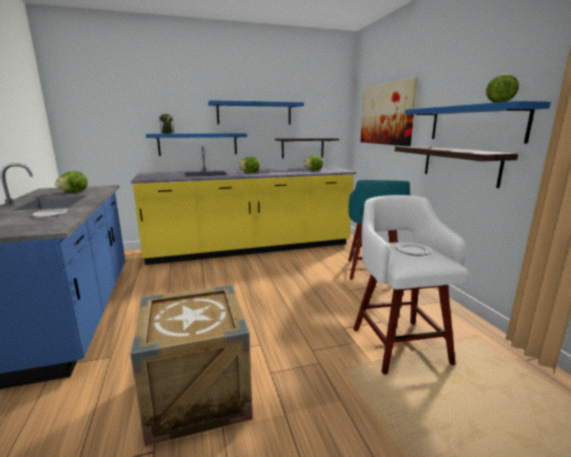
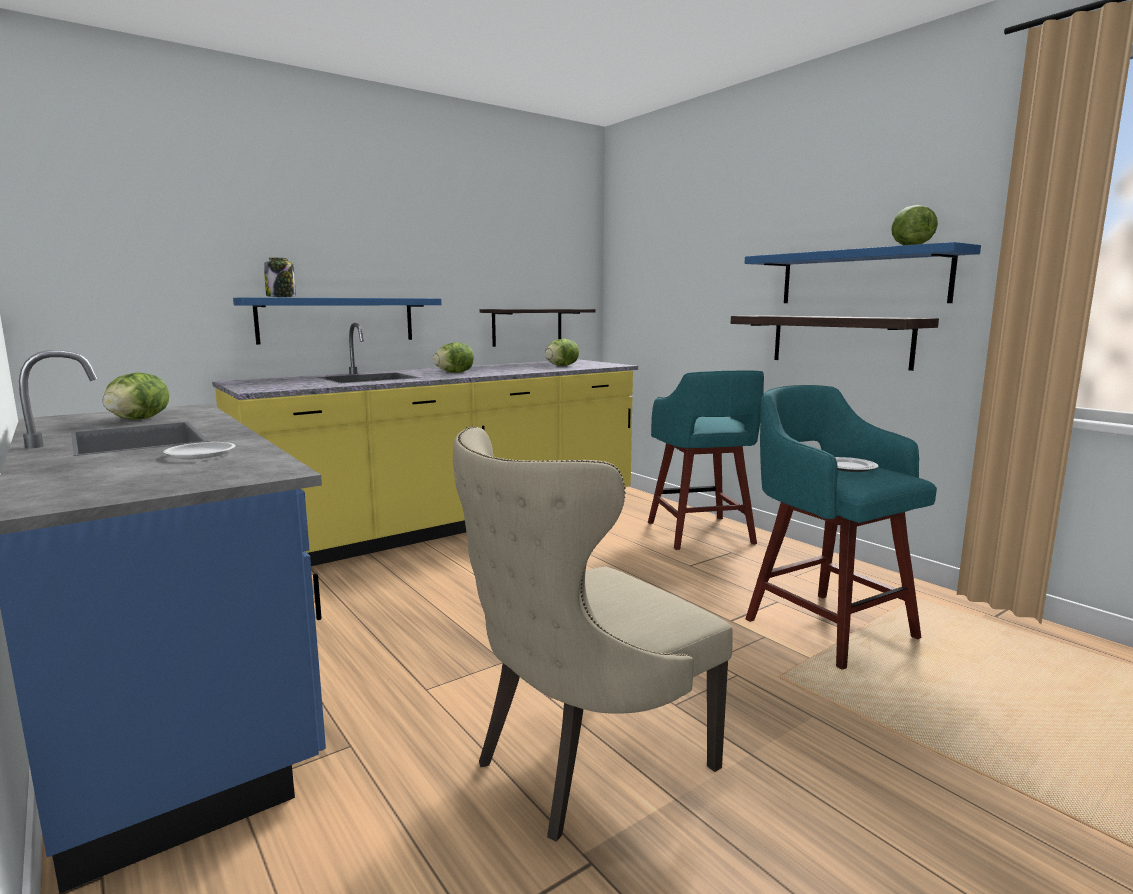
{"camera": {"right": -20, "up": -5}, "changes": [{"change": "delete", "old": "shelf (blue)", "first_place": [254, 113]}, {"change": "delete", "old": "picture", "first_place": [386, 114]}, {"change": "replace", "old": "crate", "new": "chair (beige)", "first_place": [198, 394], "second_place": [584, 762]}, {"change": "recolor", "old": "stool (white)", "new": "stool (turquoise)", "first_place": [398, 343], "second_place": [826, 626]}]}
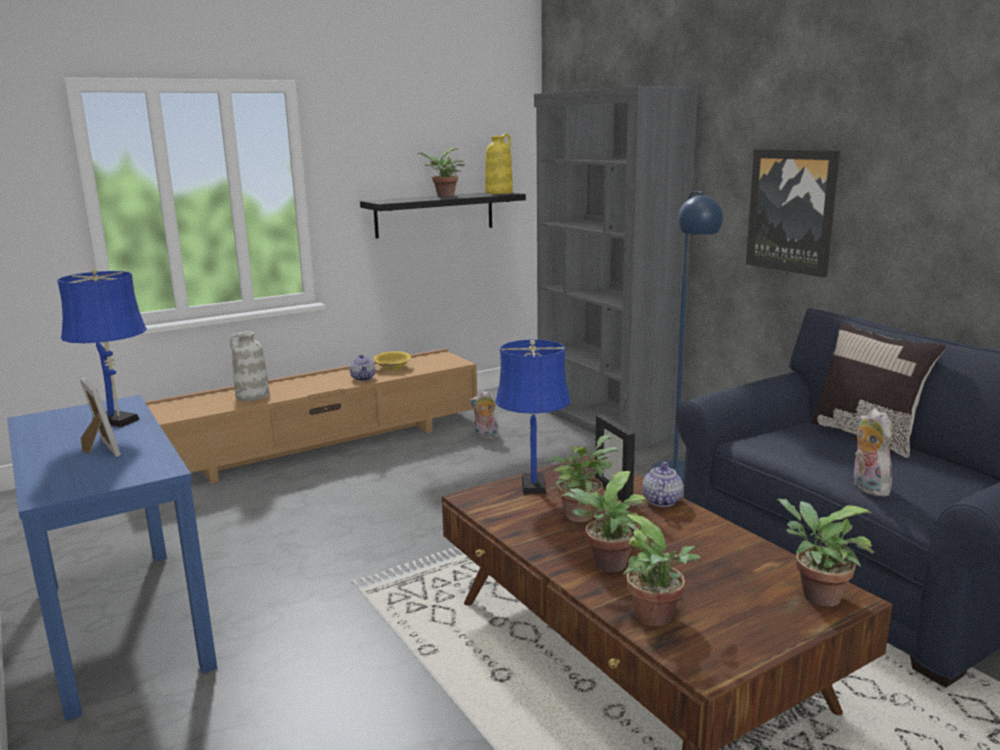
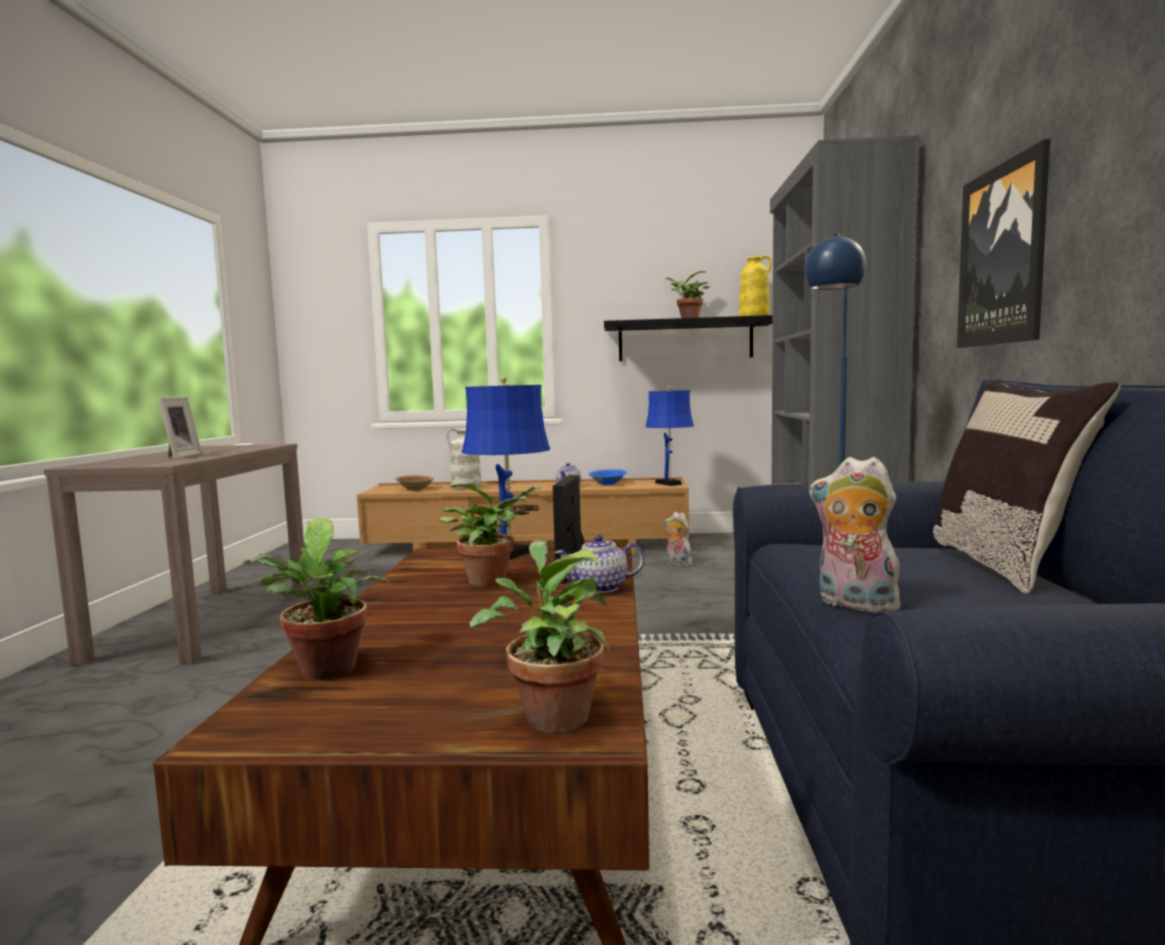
{"camera": {"right": 35, "up": -10}, "changes": [{"change": "delete", "old": "potted plant", "first_place": [607, 565]}, {"change": "insert", "new": "bowl (brown)", "second_place": [415, 489]}, {"change": "move", "old": "table lamp (blue)", "first_place": [119, 421], "second_place": [670, 484]}, {"change": "recolor", "old": "console table (blue)", "new": "console table (brown)", "first_place": [122, 623], "second_place": [207, 621]}, {"change": "recolor", "old": "bowl (yellow)", "new": "bowl (blue)", "first_place": [392, 368], "second_place": [608, 484]}, {"change": "rotate", "old": "teapot", "first_place": [661, 501], "second_place": [600, 588], "degrees": -150}, {"change": "rotate", "old": "plush toy", "first_place": [867, 487], "second_place": [853, 605], "degrees": -75}]}
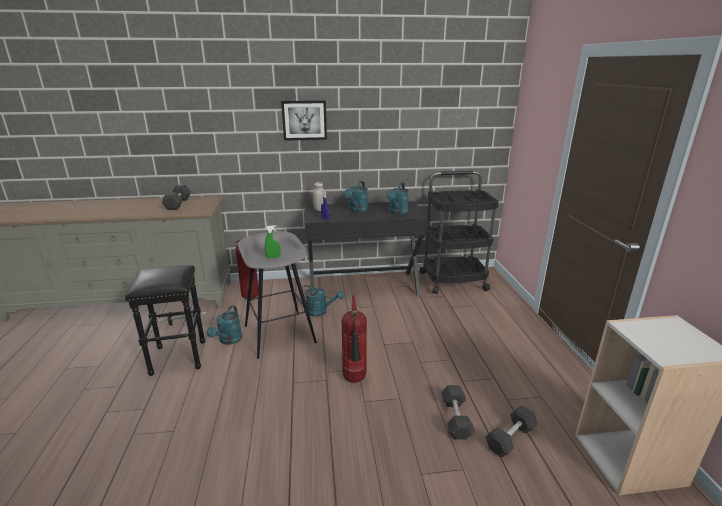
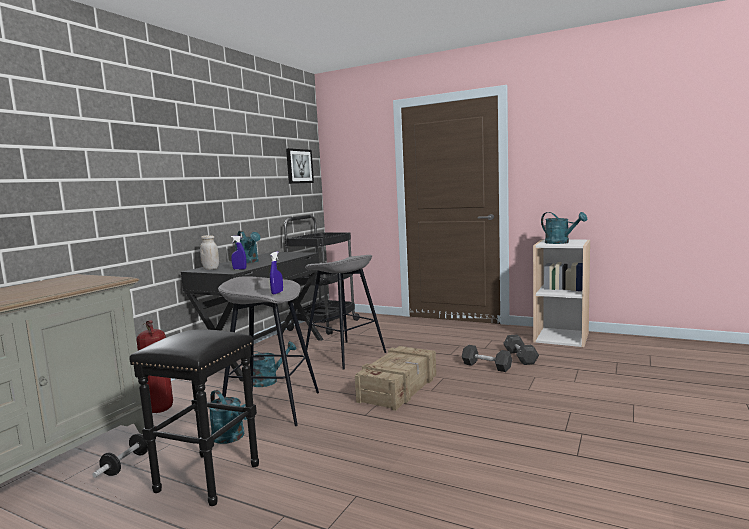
{"camera": {"right": -55, "up": -15}, "changes": [{"change": "delete", "old": "dumbbell (grey)", "first_place": [178, 204]}, {"change": "insert", "new": "stool (grey)", "second_place": [345, 354]}, {"change": "move", "old": "picture", "first_place": [304, 120], "second_place": [299, 166]}, {"change": "move", "old": "watering can (turquoise)", "first_place": [397, 212], "second_place": [561, 242]}, {"change": "replace", "old": "fire extinguisher", "new": "crate", "first_place": [355, 380], "second_place": [399, 388]}, {"change": "recolor", "old": "spray bottle (green)", "new": "spray bottle (blue)", "first_place": [273, 257], "second_place": [277, 293]}]}
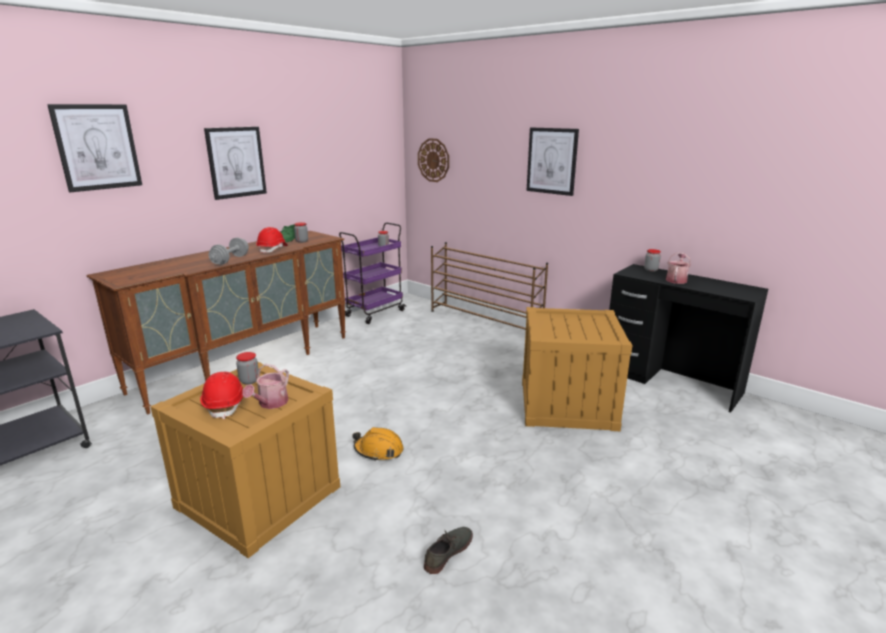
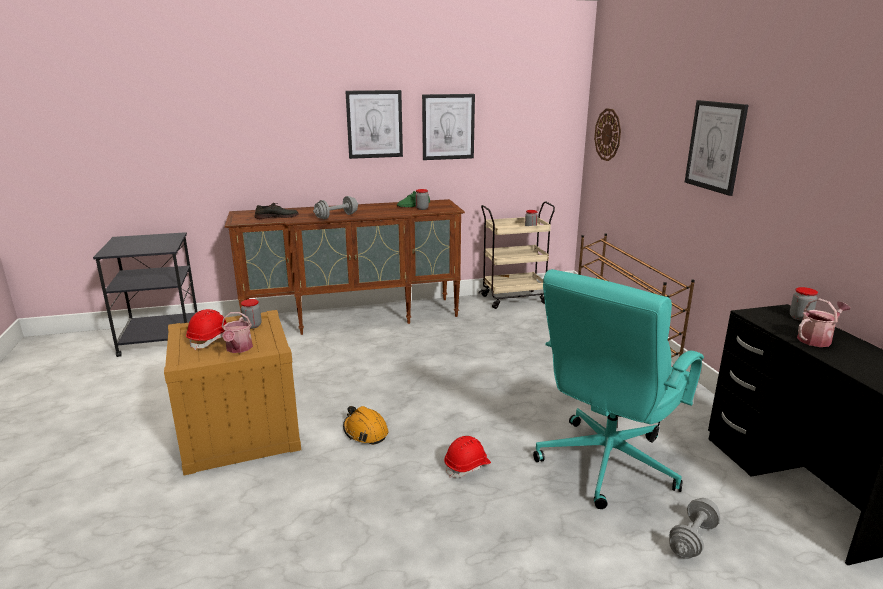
{"camera": {"right": 35, "up": 0}, "changes": [{"change": "insert", "new": "dumbbell (grey)", "second_place": [692, 539]}, {"change": "move", "old": "picture", "first_place": [97, 147], "second_place": [448, 127]}, {"change": "move", "old": "hard hat (red)", "first_place": [272, 249], "second_place": [467, 466]}, {"change": "move", "old": "shoe (grey)", "first_place": [448, 551], "second_place": [276, 216]}, {"change": "replace", "old": "crate", "new": "office chair (turquoise)", "first_place": [567, 405], "second_place": [608, 461]}, {"change": "recolor", "old": "cart (purple)", "new": "cart (beige)", "first_place": [375, 313], "second_place": [514, 299]}, {"change": "rotate", "old": "watering can", "first_place": [270, 404], "second_place": [238, 349], "degrees": -60}]}
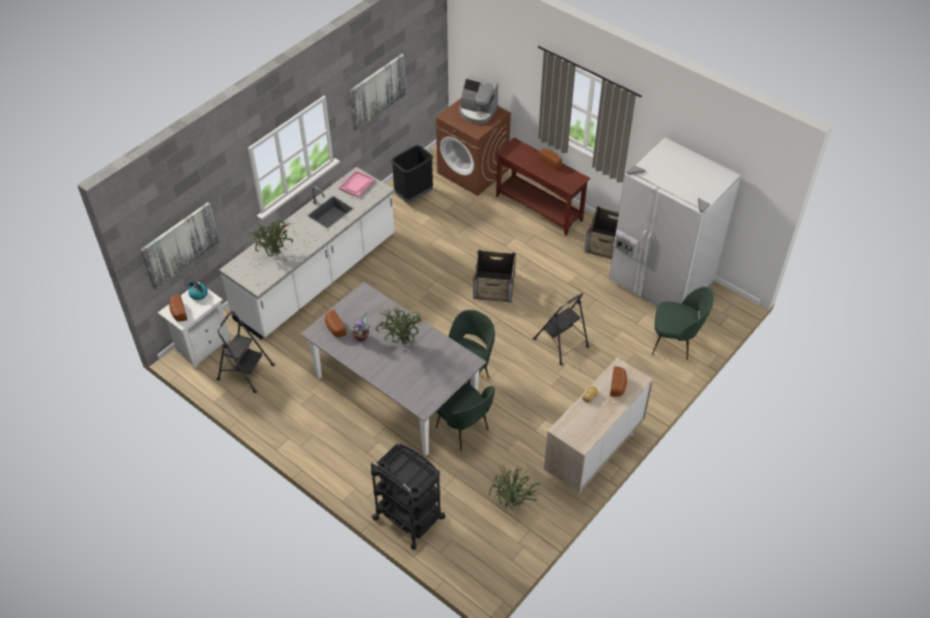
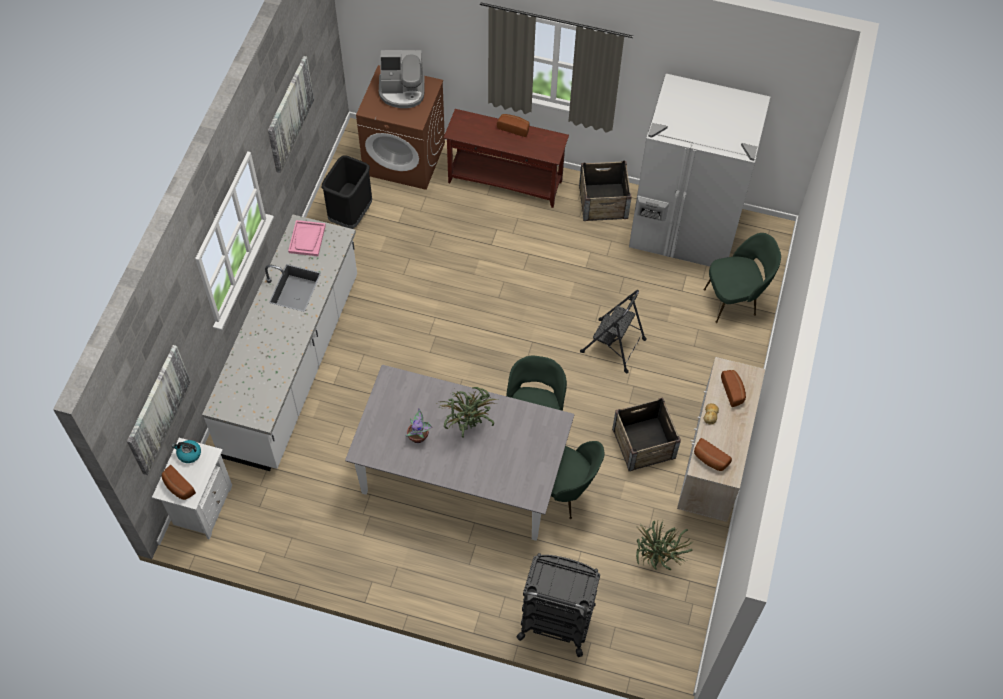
{"camera": {"right": -25, "up": 10}, "changes": [{"change": "delete", "old": "step ladder (black)", "first_place": [244, 371]}, {"change": "delete", "old": "potted plant", "first_place": [274, 255]}, {"change": "move", "old": "bread", "first_place": [334, 328], "second_place": [709, 460]}, {"change": "move", "old": "crate", "first_place": [494, 286], "second_place": [644, 443]}]}
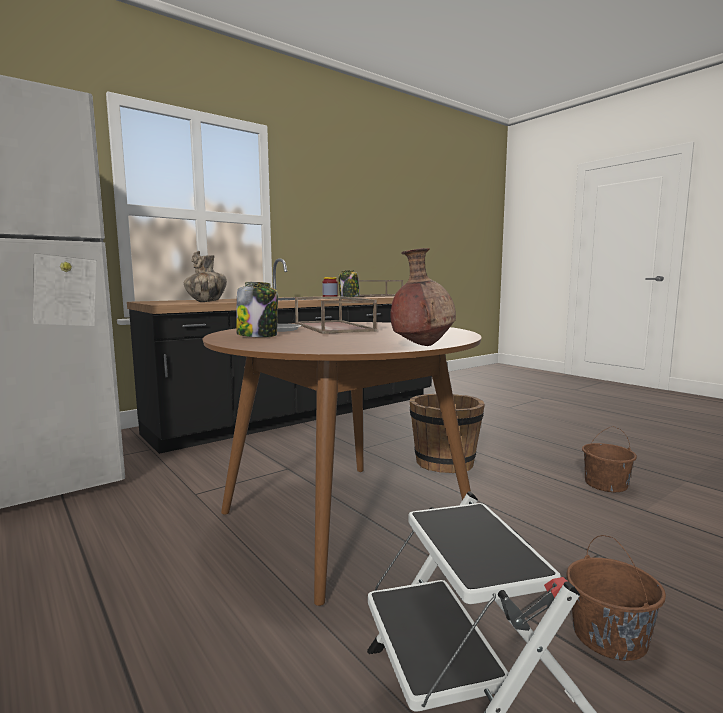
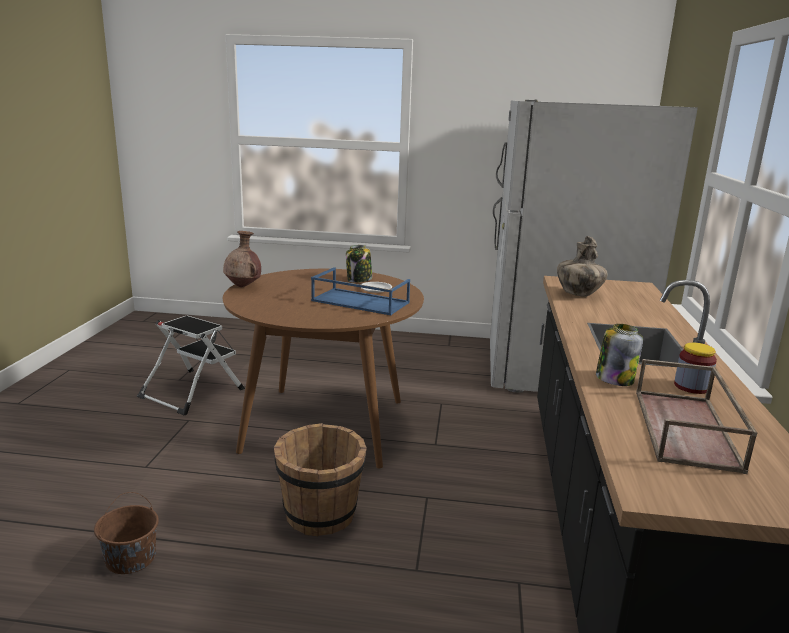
{"camera": {"right": 135, "up": 10}, "changes": [{"change": "delete", "old": "bucket (brown)", "first_place": [609, 637]}, {"change": "recolor", "old": "tray (brown)", "new": "tray (blue)", "first_place": [334, 327], "second_place": [359, 302]}]}
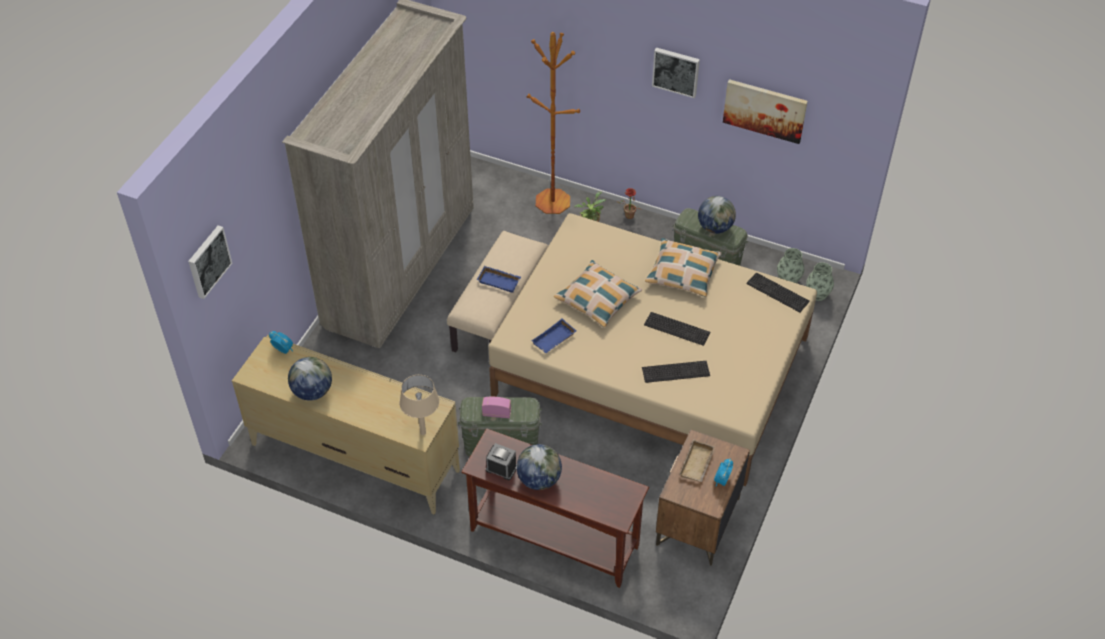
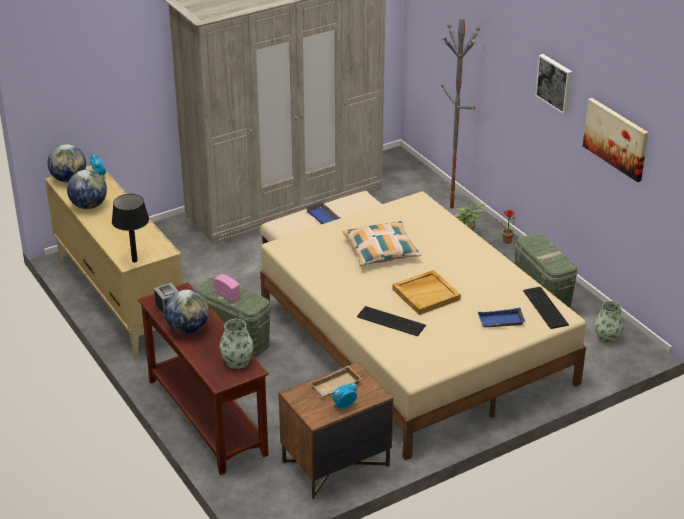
{"camera": {"right": 35, "up": -15}, "changes": [{"change": "delete", "old": "picture", "first_place": [208, 261]}, {"change": "delete", "old": "pillow", "first_place": [682, 273]}, {"change": "move", "old": "tray (blue)", "first_place": [554, 340], "second_place": [500, 322]}, {"change": "move", "old": "globe", "first_place": [715, 227], "second_place": [69, 179]}, {"change": "move", "old": "vase", "first_place": [817, 293], "second_place": [237, 361]}, {"change": "replace", "old": "keyboard", "new": "tray (beige)", "first_place": [676, 327], "second_place": [426, 294]}, {"change": "recolor", "old": "table lamp (beige)", "new": "table lamp (black)", "first_place": [423, 432], "second_place": [135, 260]}, {"change": "recolor", "old": "clothes rack (orange)", "new": "clothes rack (grey)", "first_place": [553, 201], "second_place": [451, 208]}]}
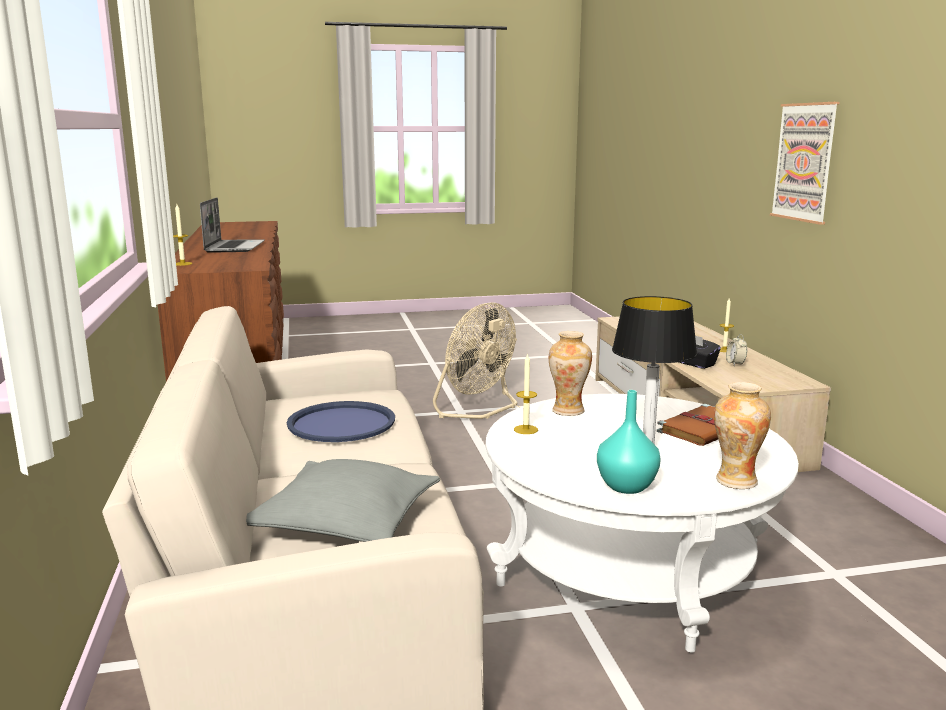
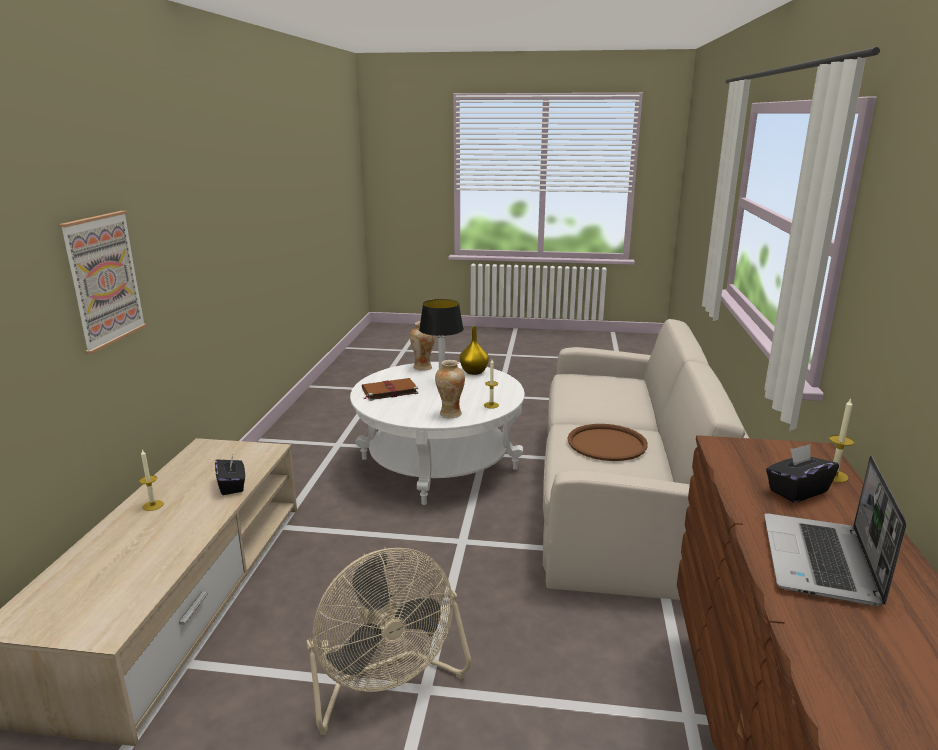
{"camera": {"right": -160, "up": 5}, "changes": [{"change": "delete", "old": "pillow (grey)", "first_place": [345, 520]}, {"change": "delete", "old": "alarm clock", "first_place": [735, 364]}, {"change": "insert", "new": "tissue box (black)", "second_place": [797, 491]}, {"change": "recolor", "old": "tray (blue)", "new": "tray (brown)", "first_place": [341, 423], "second_place": [607, 443]}, {"change": "recolor", "old": "vase (turquoise)", "new": "vase (yellow)", "first_place": [628, 487], "second_place": [473, 372]}]}
